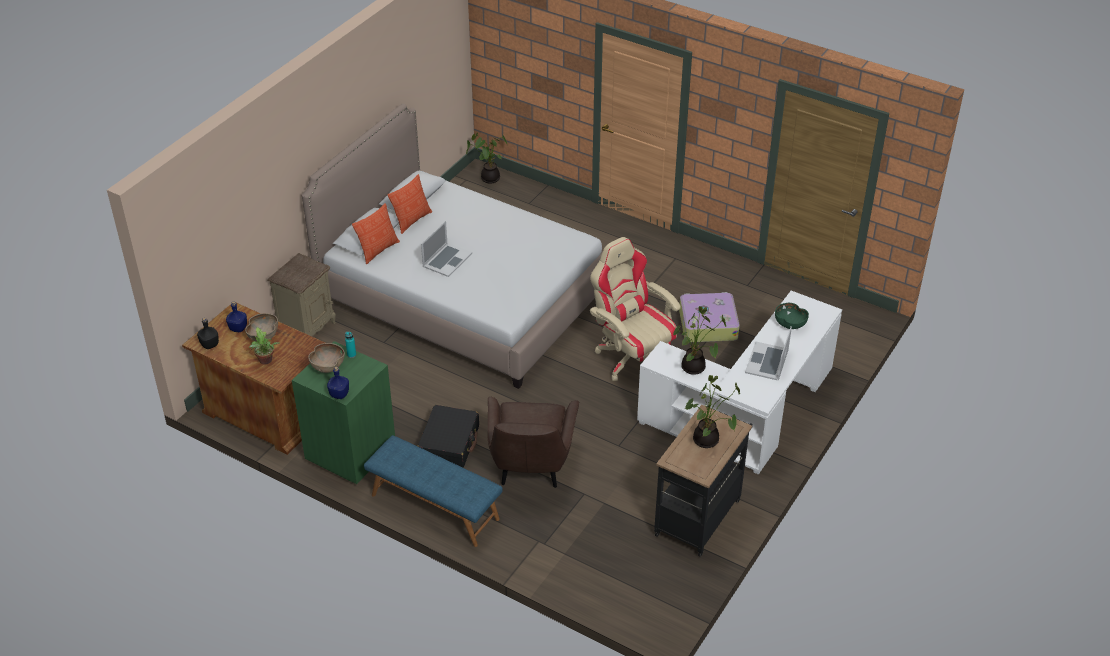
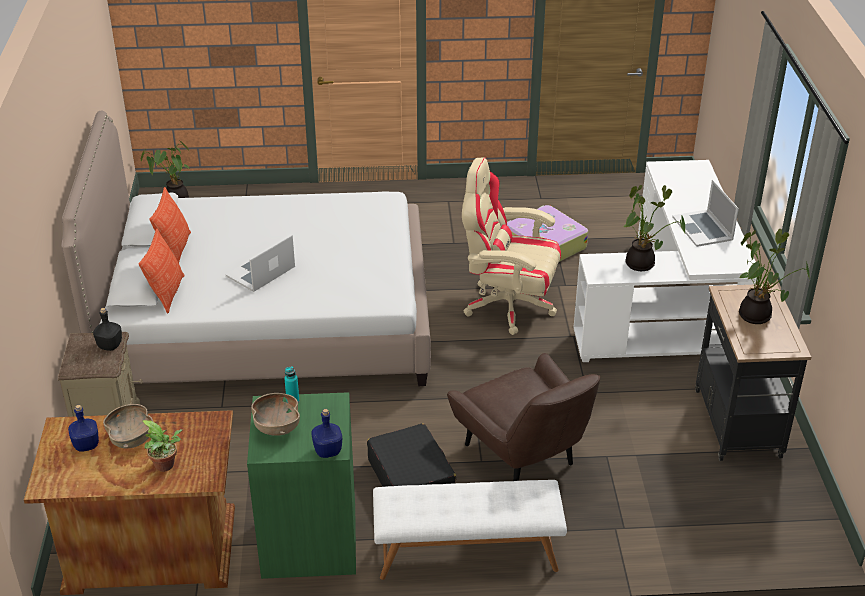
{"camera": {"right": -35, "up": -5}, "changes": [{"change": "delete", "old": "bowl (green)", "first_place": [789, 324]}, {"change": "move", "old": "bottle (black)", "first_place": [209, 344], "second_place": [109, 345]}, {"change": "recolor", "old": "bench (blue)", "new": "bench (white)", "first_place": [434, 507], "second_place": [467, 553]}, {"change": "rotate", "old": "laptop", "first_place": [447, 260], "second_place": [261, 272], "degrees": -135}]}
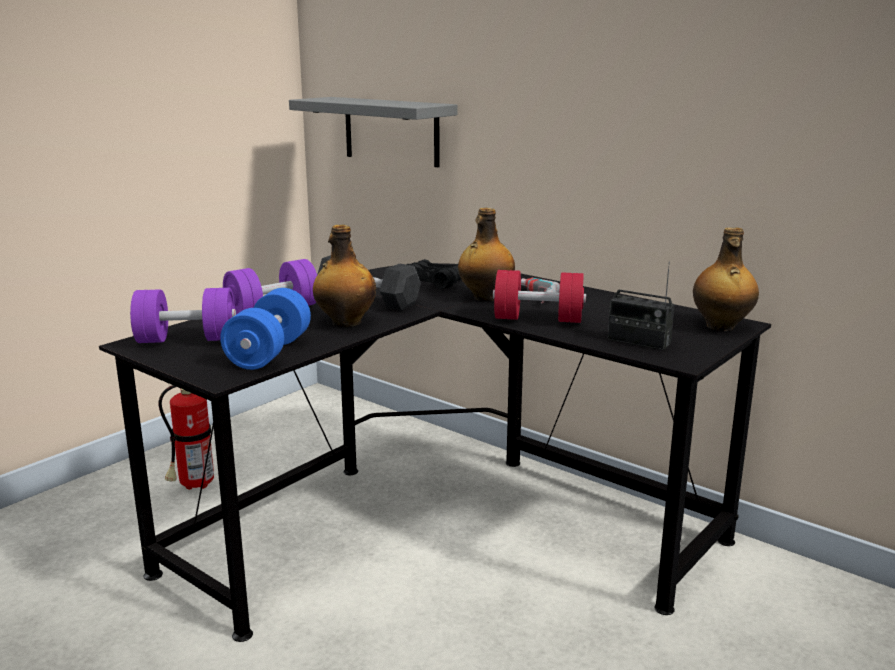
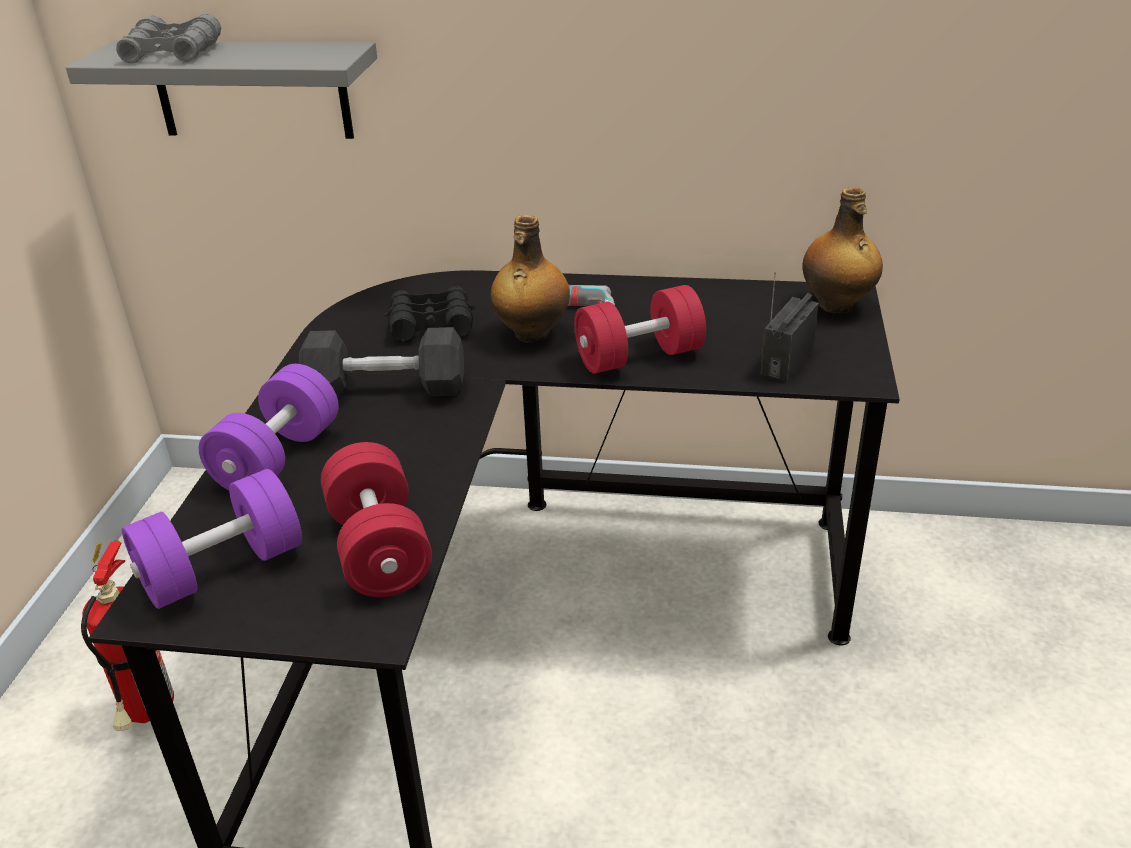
{"camera": {"right": -30, "up": 15}, "changes": [{"change": "delete", "old": "bottle", "first_place": [345, 322]}, {"change": "insert", "new": "binoculars (grey)", "second_place": [173, 53]}, {"change": "recolor", "old": "dumbbell (blue)", "new": "dumbbell (red)", "first_place": [269, 352], "second_place": [379, 549]}, {"change": "rotate", "old": "radio", "first_place": [638, 341], "second_place": [786, 361], "degrees": 120}]}
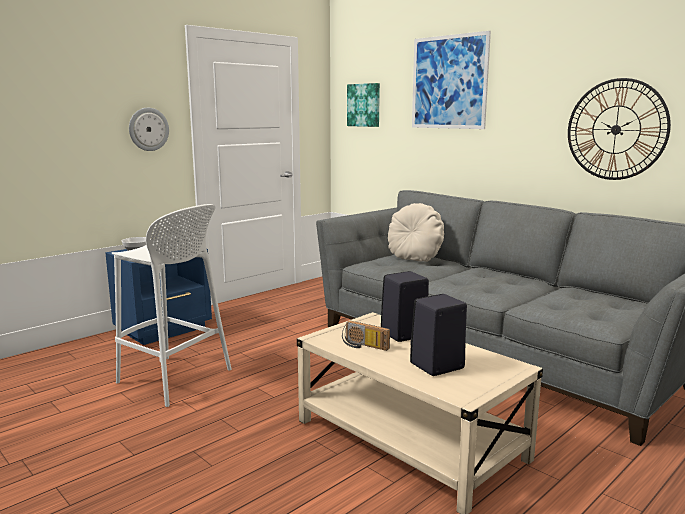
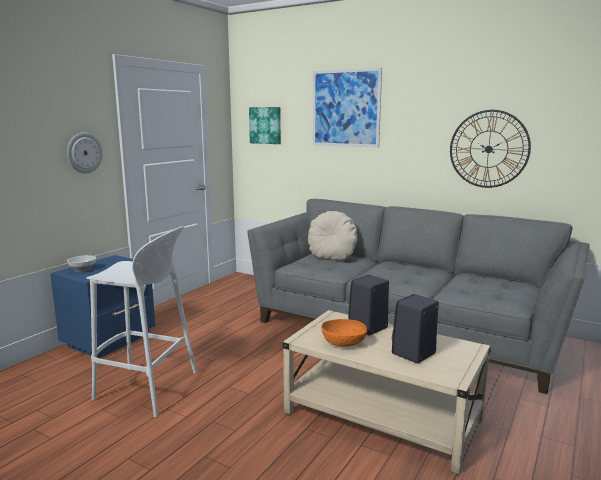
{"camera": {"right": -15, "up": 0}, "changes": [{"change": "replace", "old": "radio", "new": "bowl (orange)", "first_place": [363, 346], "second_place": [344, 343]}]}
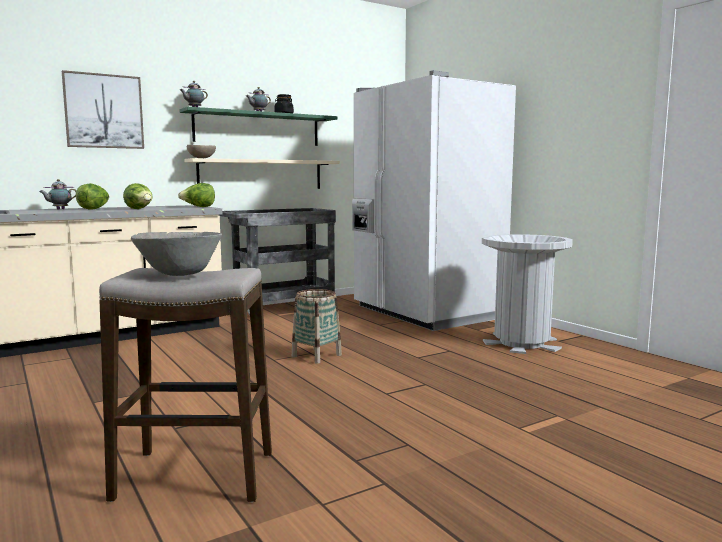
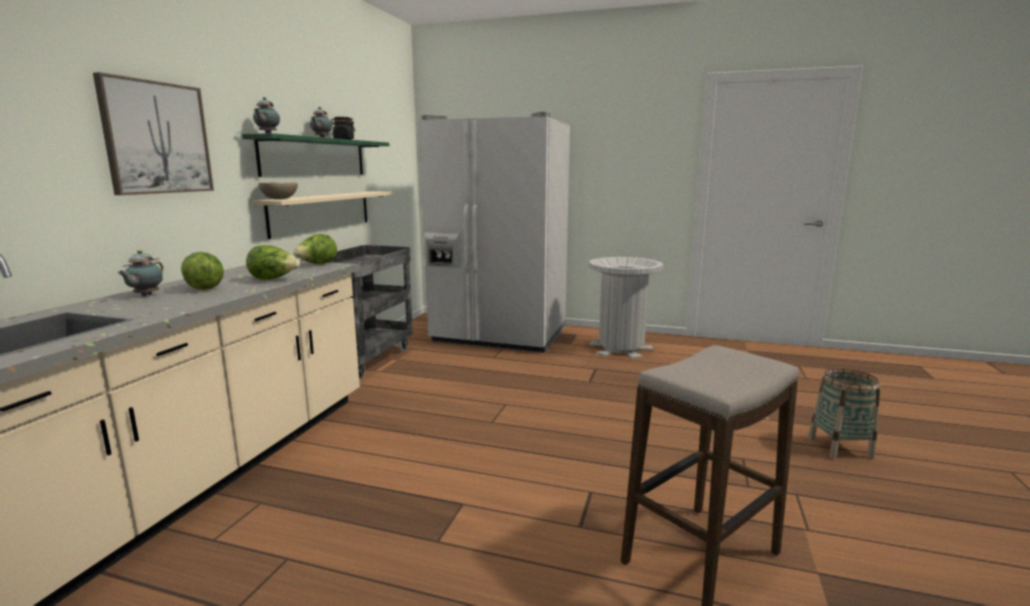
{"camera": {"right": -40, "up": 5}, "changes": [{"change": "delete", "old": "bowl (grey)", "first_place": [179, 275]}, {"change": "move", "old": "basket", "first_place": [316, 356], "second_place": [840, 447]}]}
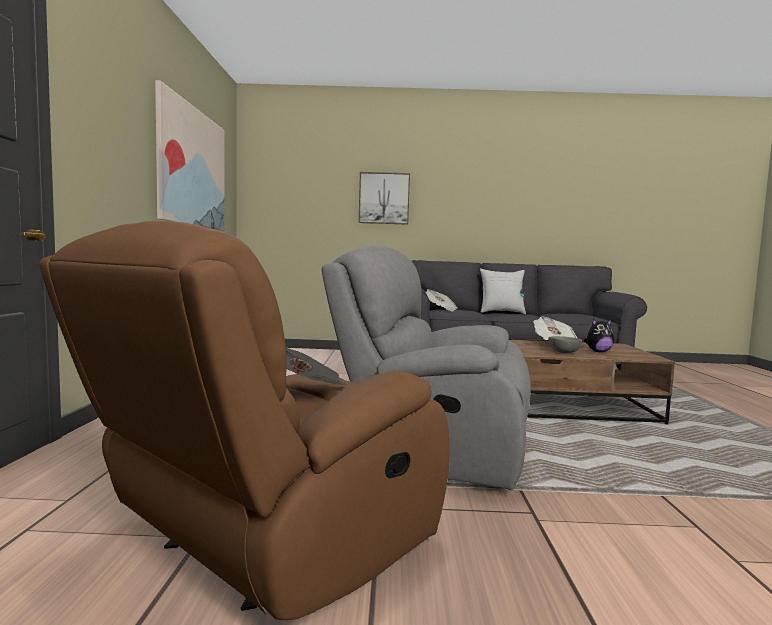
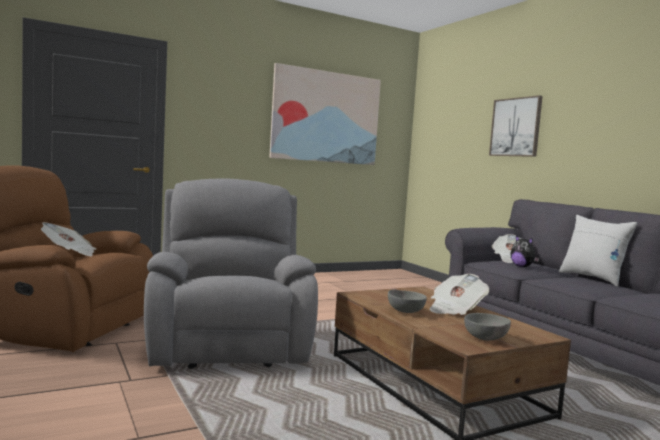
{"camera": {"right": 60, "up": 0}, "changes": [{"change": "insert", "new": "bowl (grey)", "second_place": [486, 339]}, {"change": "move", "old": "plush toy", "first_place": [598, 352], "second_place": [522, 266]}]}
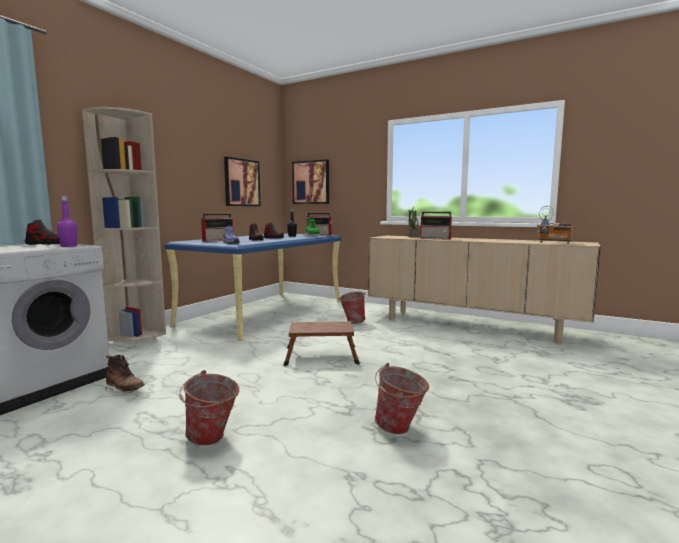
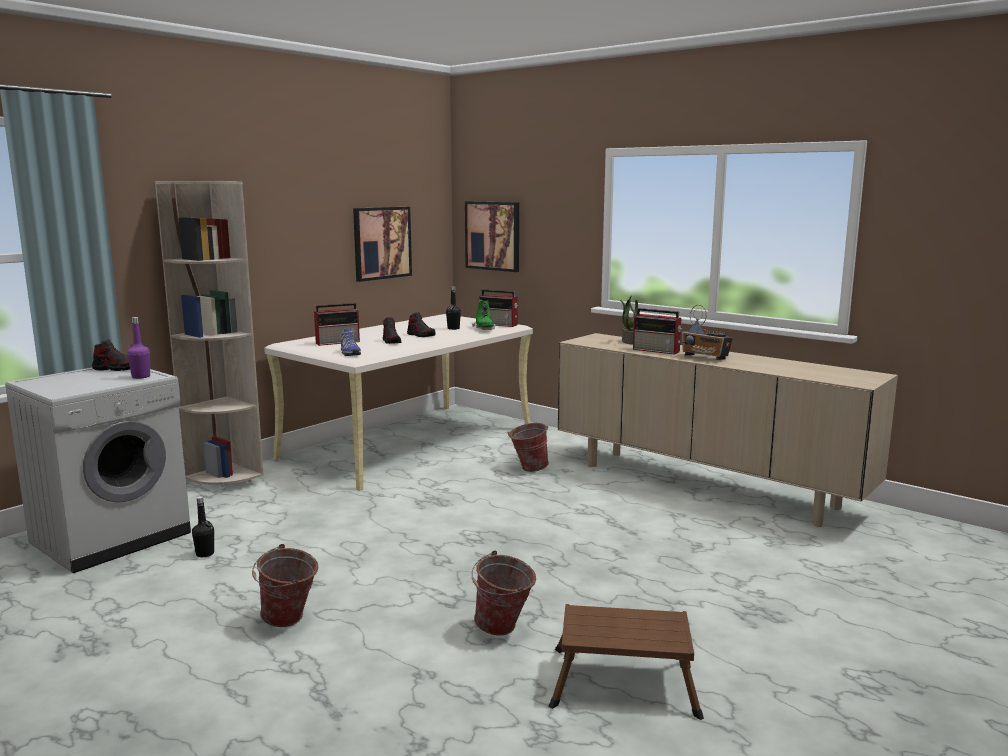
{"camera": {"right": 10, "up": 5}, "changes": [{"change": "move", "old": "step ladder (brown)", "first_place": [320, 355], "second_place": [623, 681]}, {"change": "move", "old": "radio", "first_place": [554, 243], "second_place": [705, 358]}, {"change": "replace", "old": "boot (brown)", "new": "bottle (black)", "first_place": [125, 390], "second_place": [205, 554]}, {"change": "recolor", "old": "desk (blue)", "new": "desk (beige)", "first_place": [265, 312], "second_place": [410, 442]}]}
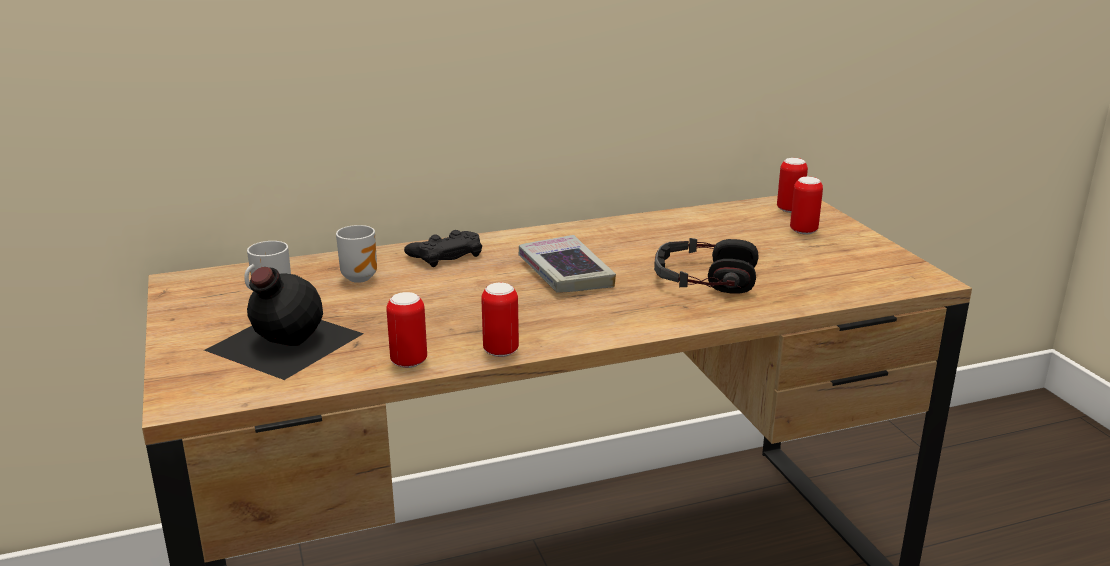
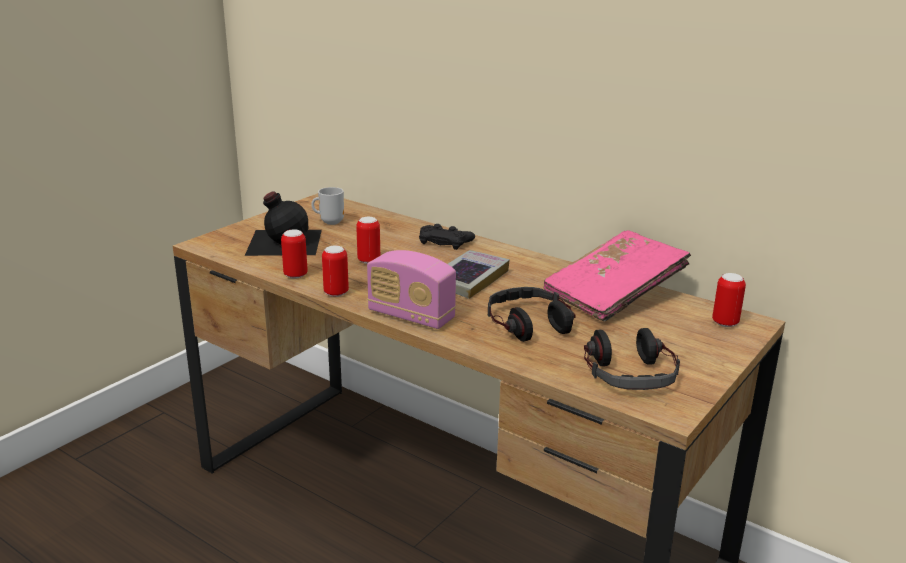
{"camera": {"right": 55, "up": 0}, "changes": [{"change": "delete", "old": "mug", "first_place": [360, 277]}, {"change": "insert", "new": "radio", "second_place": [411, 316]}, {"change": "insert", "new": "book (pink)", "second_place": [613, 294]}, {"change": "insert", "new": "headphones", "second_place": [630, 373]}, {"change": "move", "old": "can", "first_place": [803, 231], "second_place": [369, 260]}]}
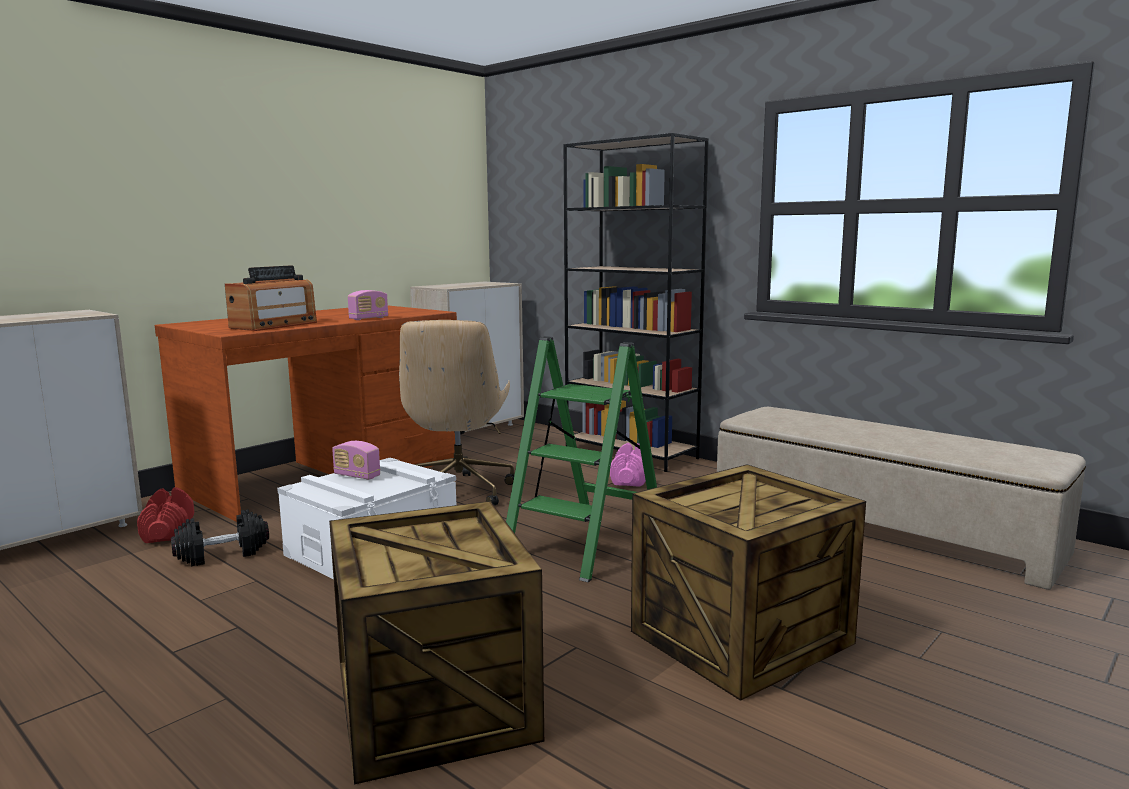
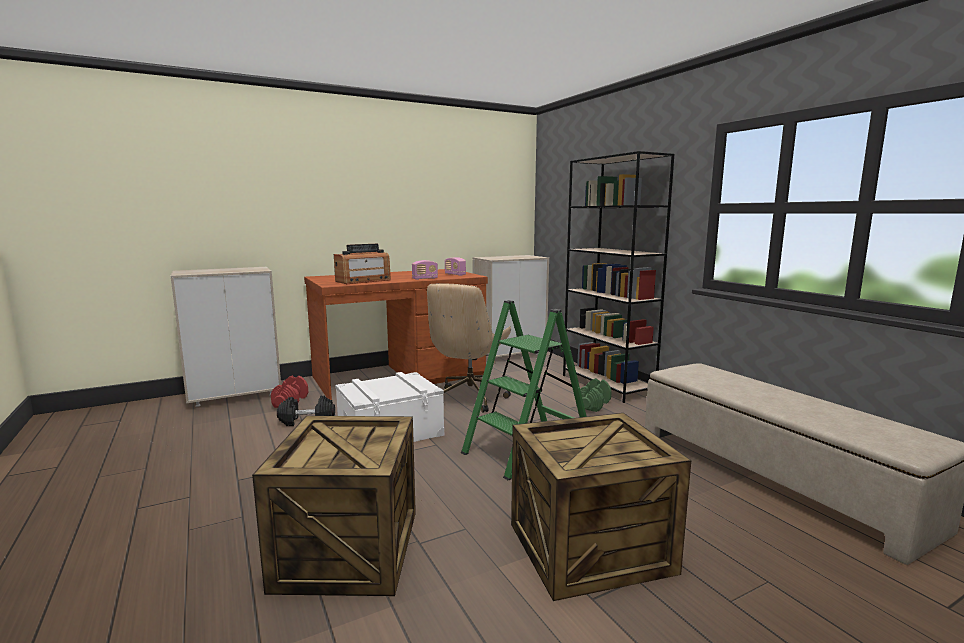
{"camera": {"right": 20, "up": 0}, "changes": [{"change": "move", "old": "radio", "first_place": [357, 476], "second_place": [455, 274]}, {"change": "recolor", "old": "dumbbell (pink)", "new": "dumbbell (green)", "first_place": [630, 478], "second_place": [593, 405]}]}
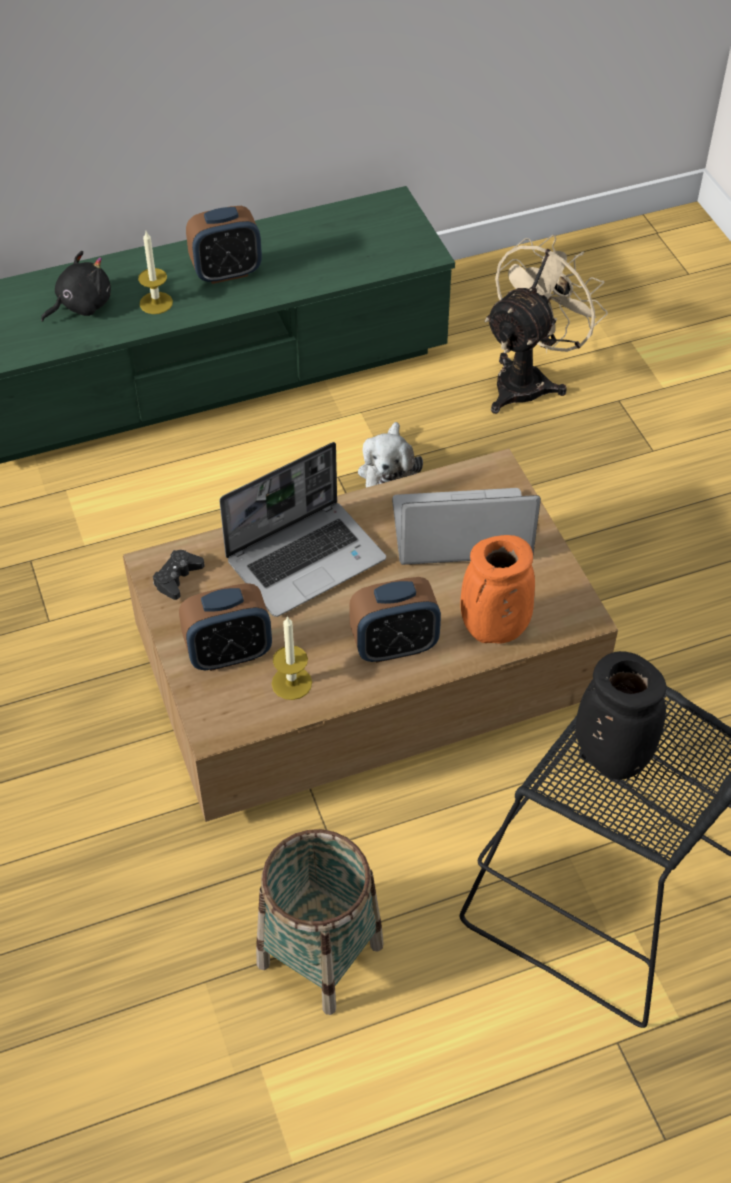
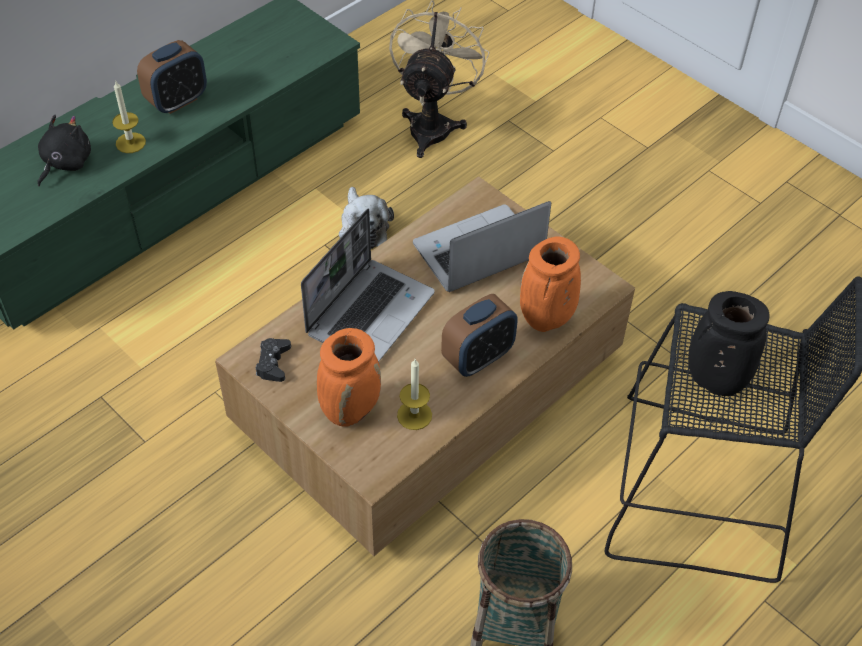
{"camera": {"right": -25, "up": 0}, "changes": [{"change": "replace", "old": "alarm clock", "new": "vase (orange)", "first_place": [229, 653], "second_place": [350, 409]}]}
